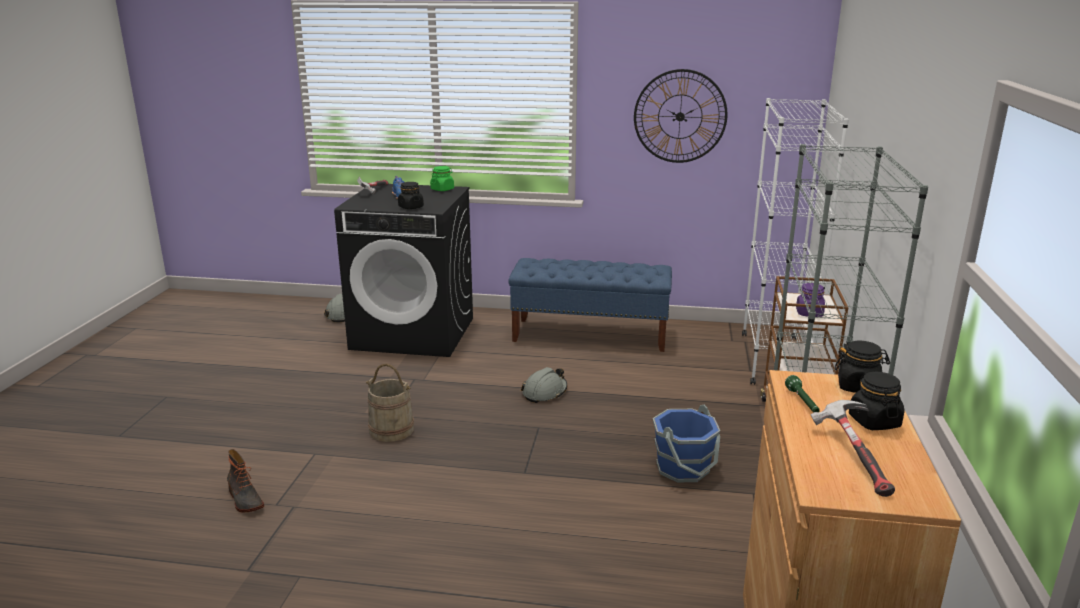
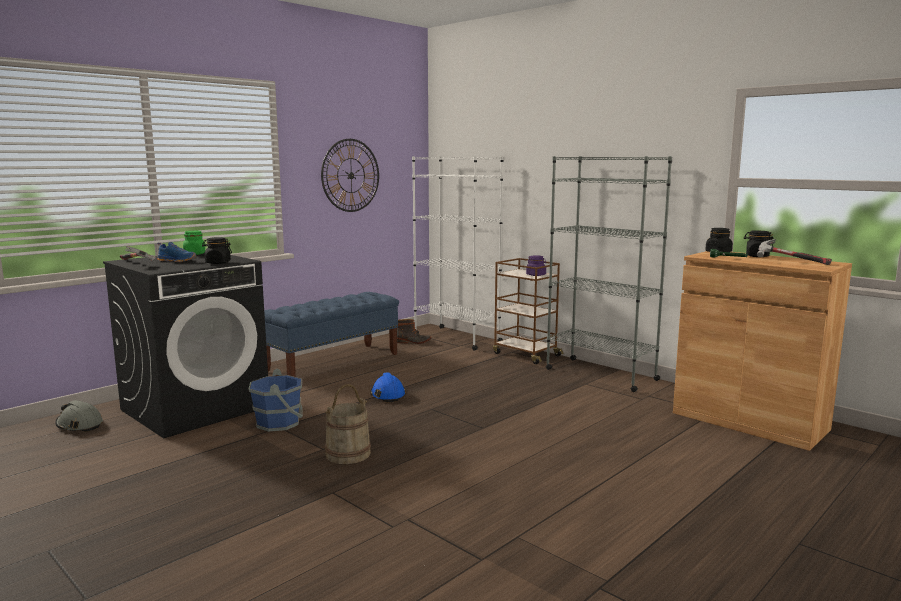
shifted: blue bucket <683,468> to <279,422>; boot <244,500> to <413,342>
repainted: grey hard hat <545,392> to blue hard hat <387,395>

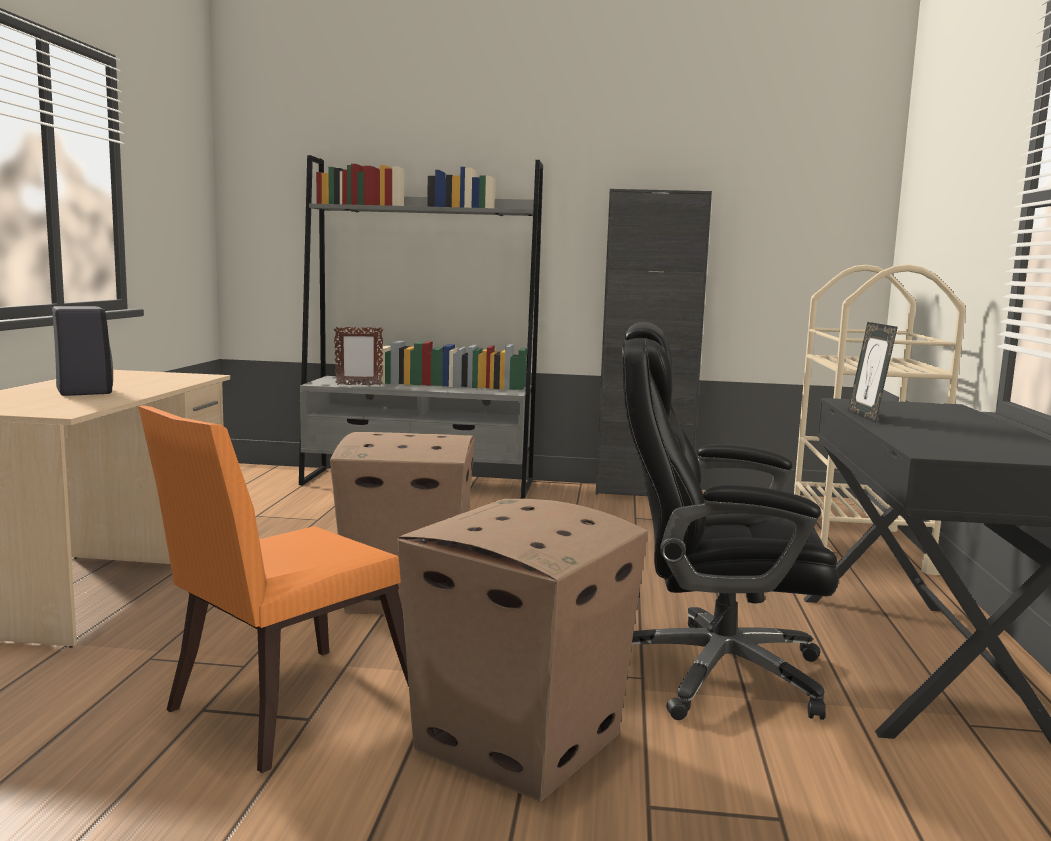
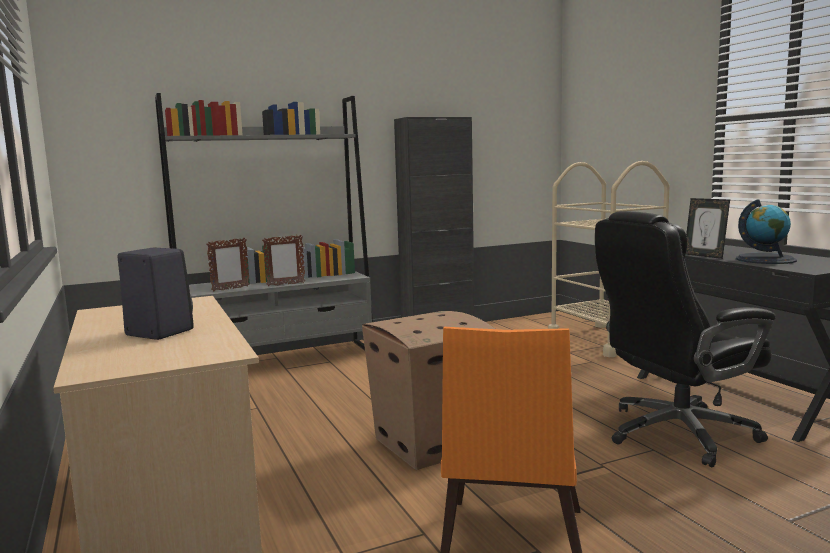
gone: cardboard box <516,743>
new: globe <765,259>; picture frame <285,284>

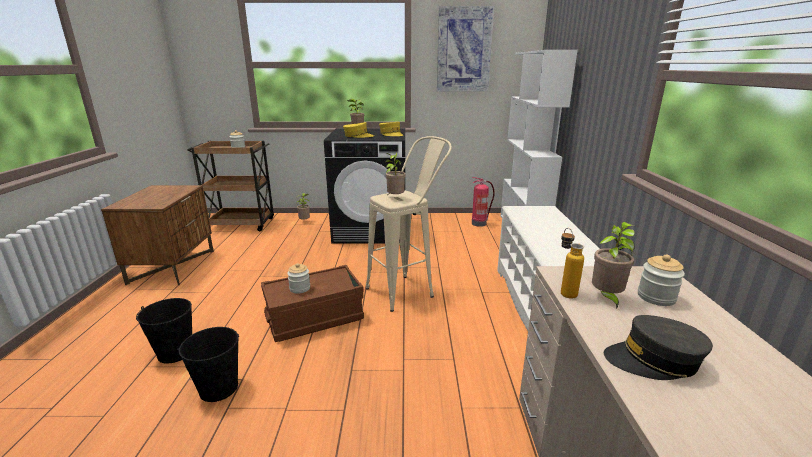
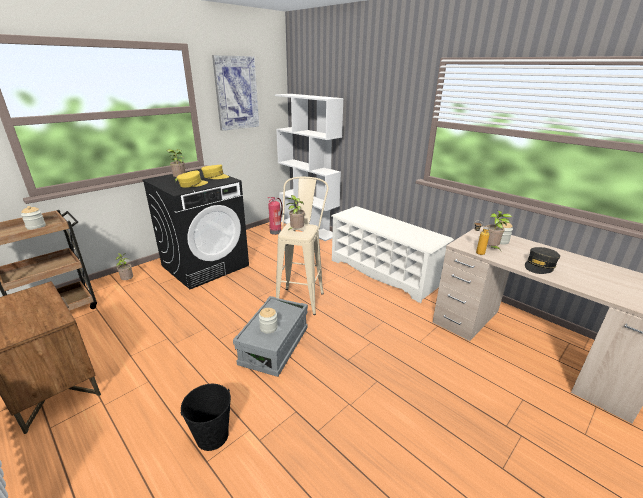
gone: black bucket <218,388>
repainted: brown storage box <314,318> to grey storage box <274,346>

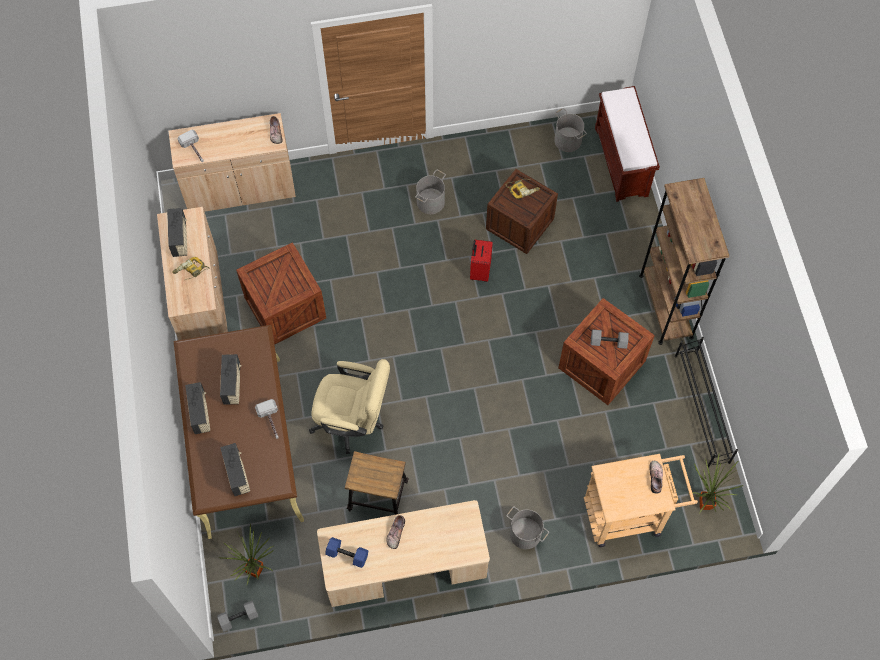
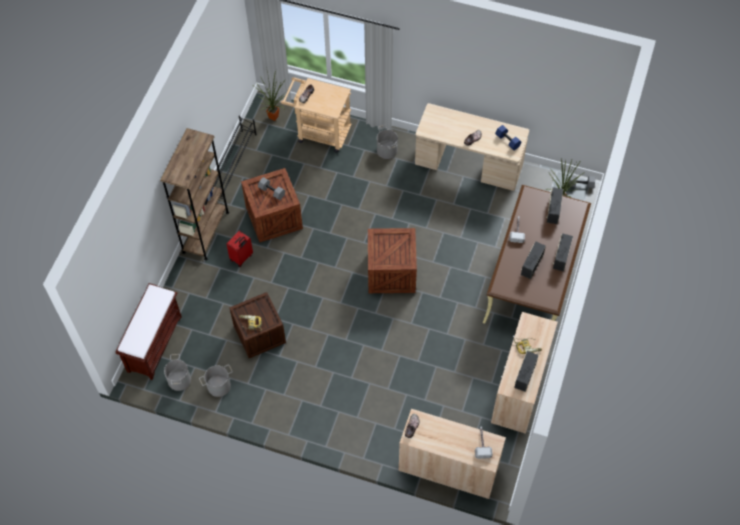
gone: beige office chair <353,422>; stool <378,496>
shifted: grey bucket <431,202> to <218,385>; red suitcase <479,271> to <242,258>; crate <284,307> to <392,273>

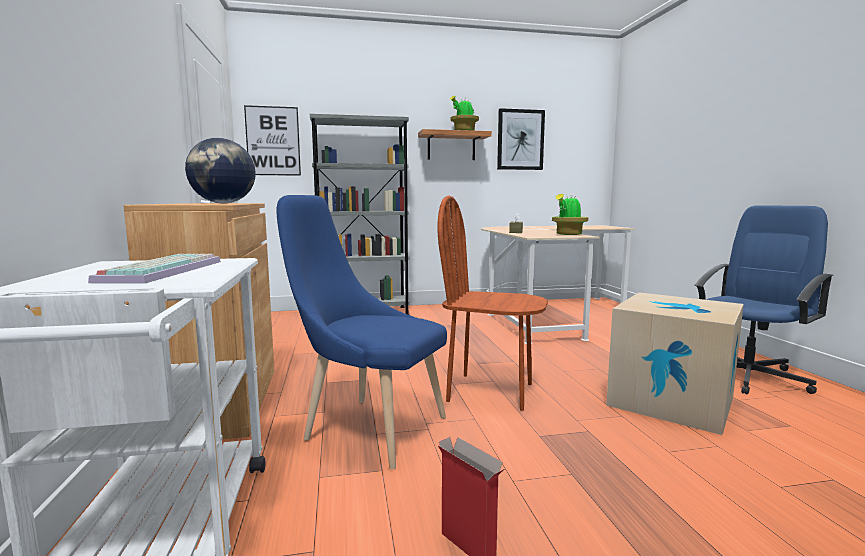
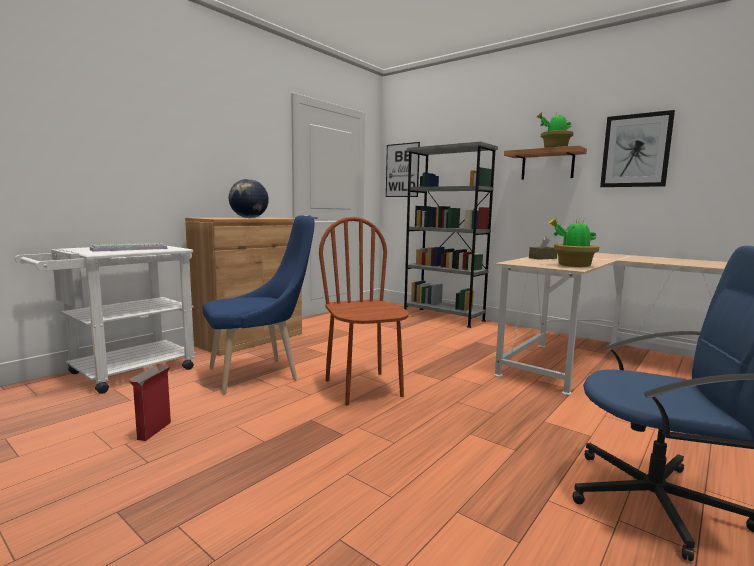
gone: cardboard box <671,401>
rotated: blue chair <368,428> = <259,373> 75 degrees clockwise

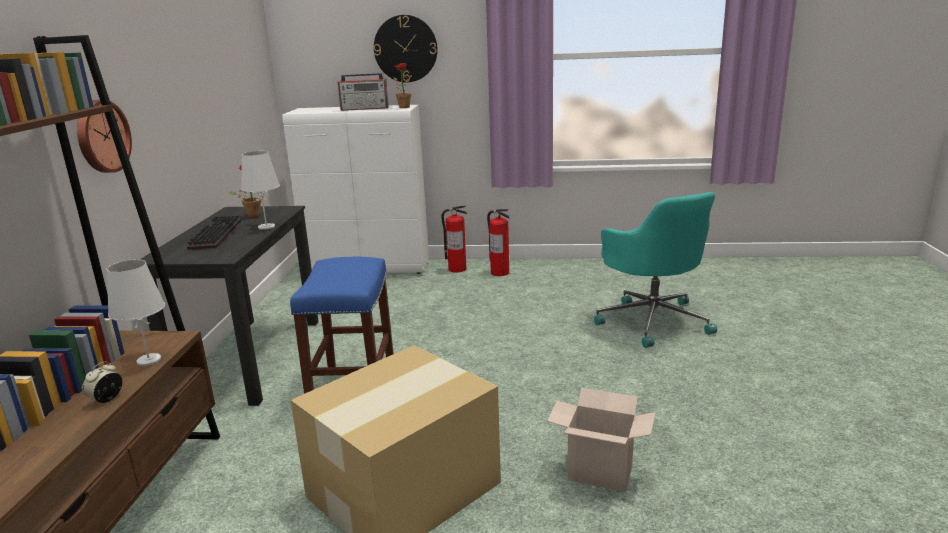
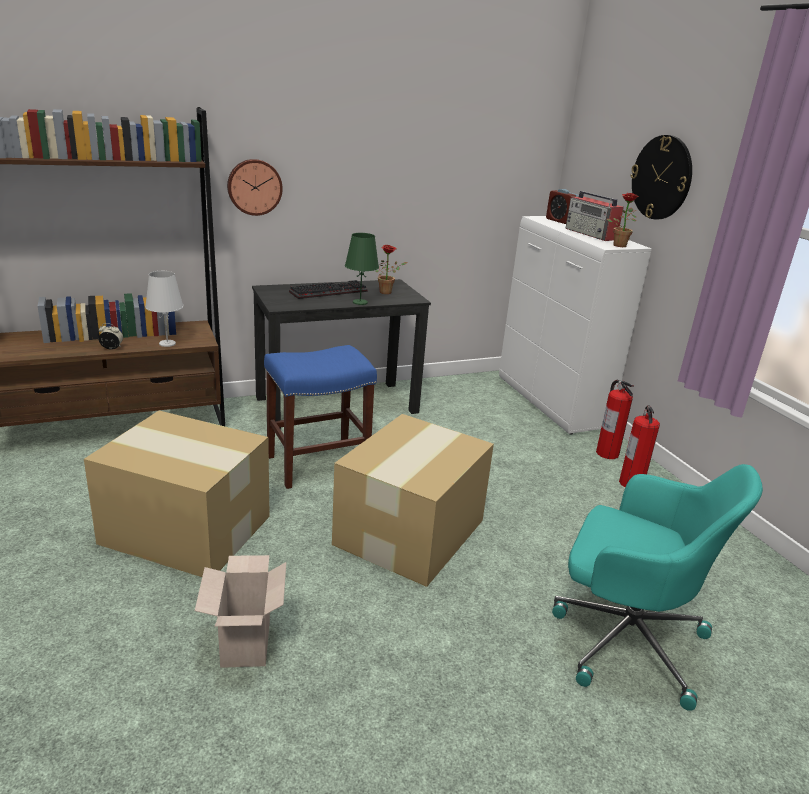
new: alarm clock <560,221>; cardboard box <411,531>
repainted: white table lamp <266,227> to green table lamp <360,302>
rotated: turquoise office chair <652,320> = <624,638> 105 degrees counterclockwise

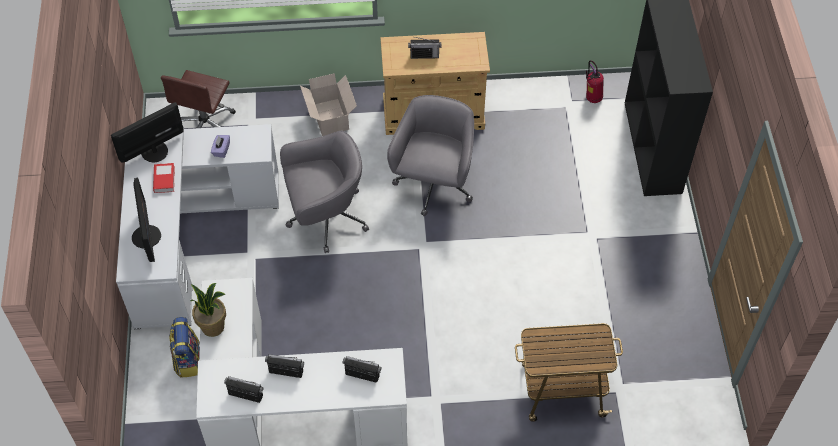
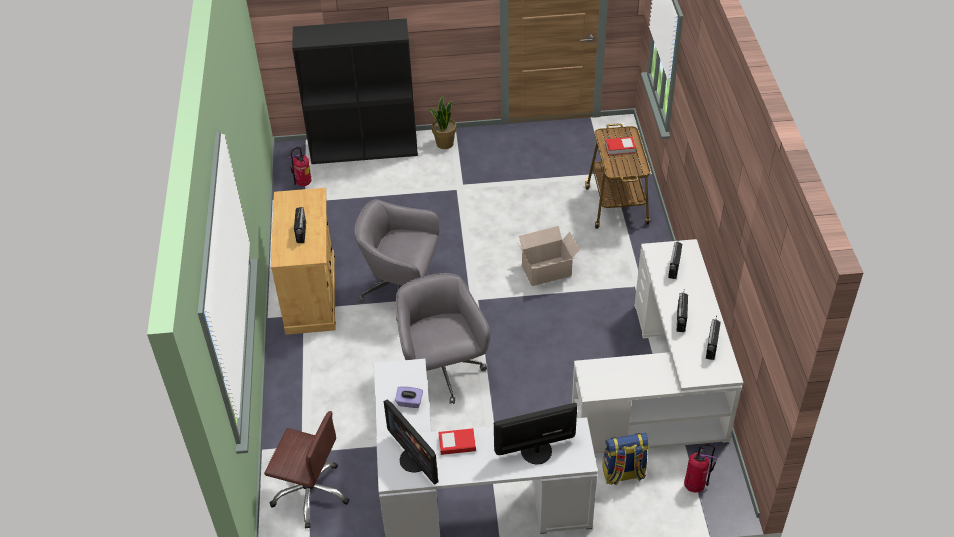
new: book <620,148>; fire extinguisher <695,485>
shifted: cardboard box <330,118> to <548,271>; potted plant <213,326> to <444,143>

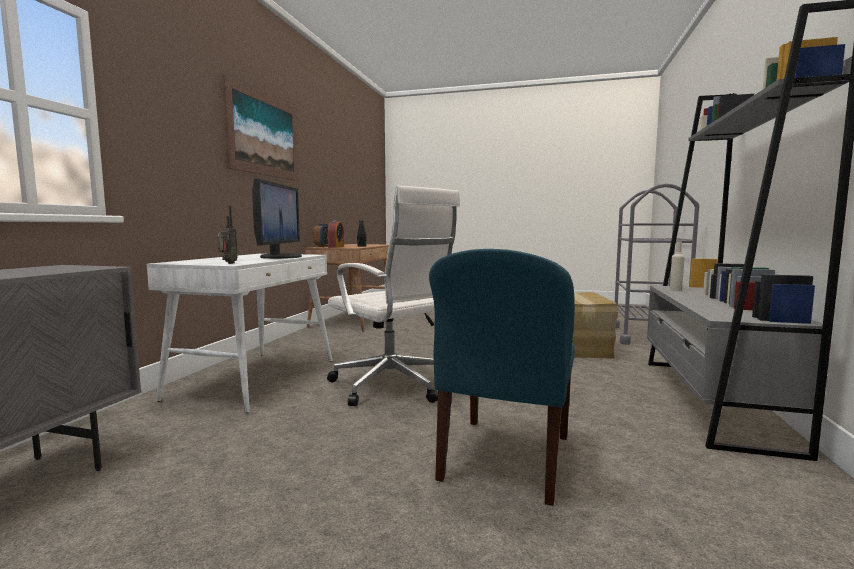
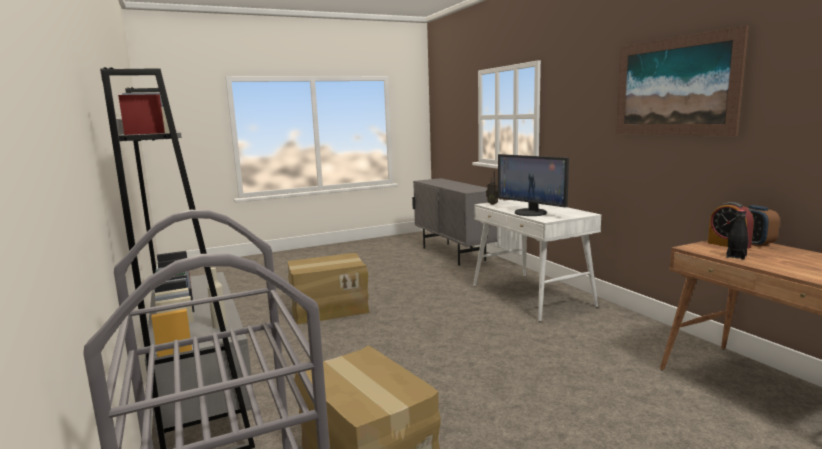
gone: white office chair <393,386>
swapped: blue chair <505,459> to cardboard box <329,309>

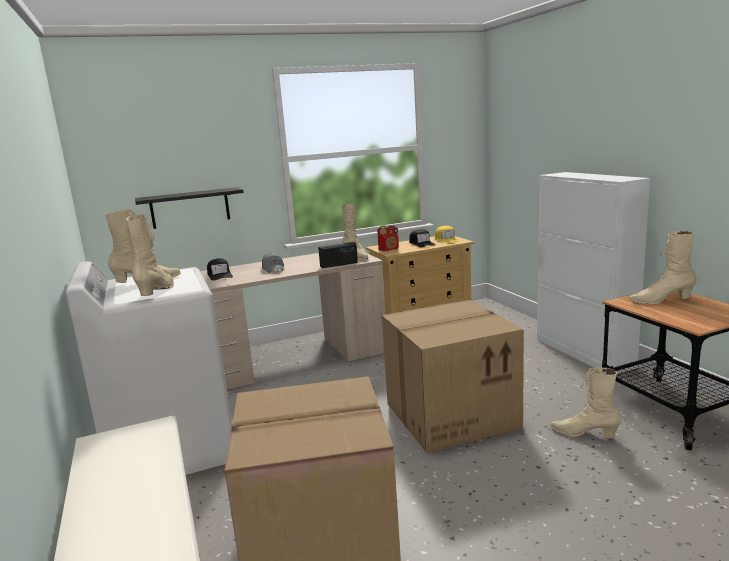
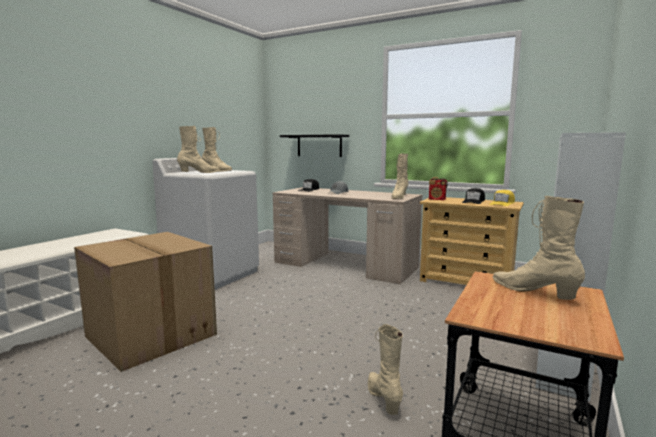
gone: radio <339,264>; cardboard box <452,414>

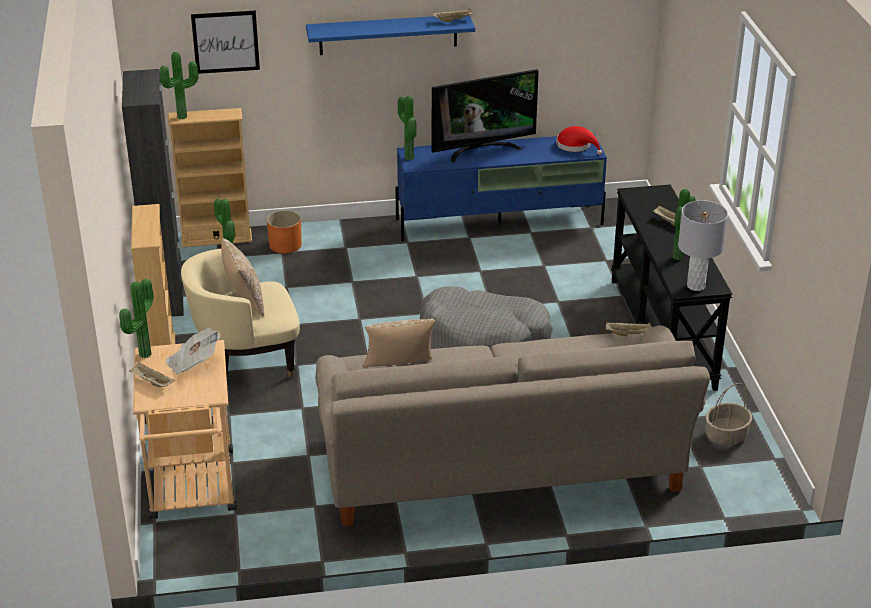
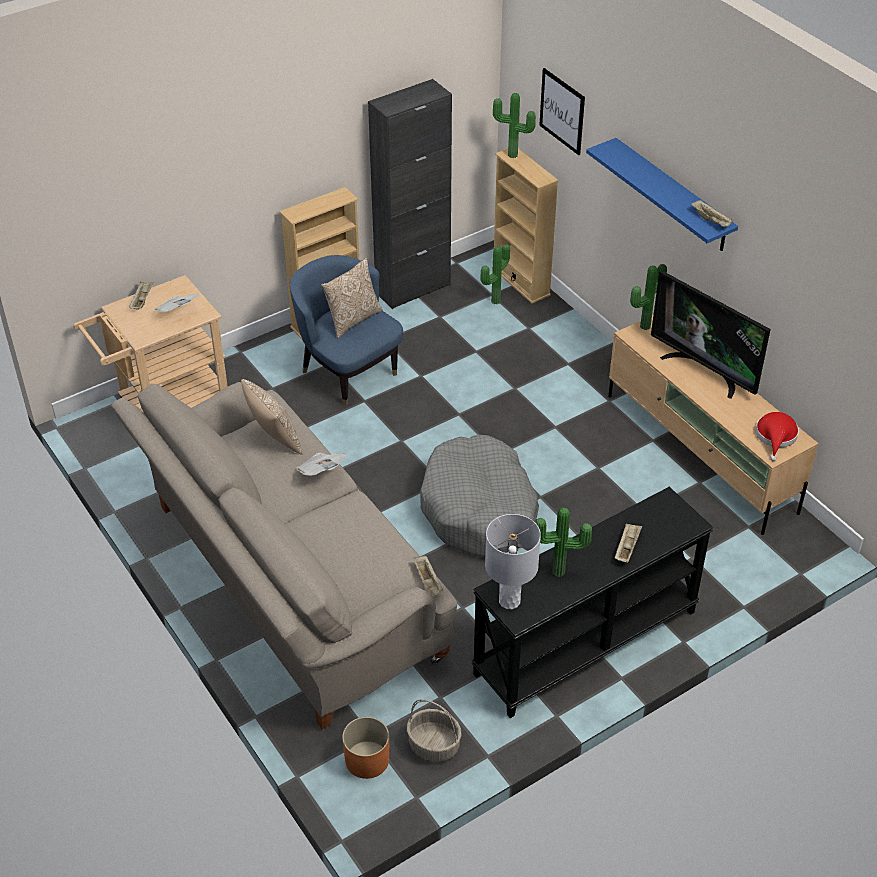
gone: potted plant <143,354>
new: newspaper <322,472>
shifted: orange planter <285,244> to <367,759>
repainted: blue tv stand <500,222> to beige tv stand <700,453>; beige armchair <247,364> to blue armchair <347,371>

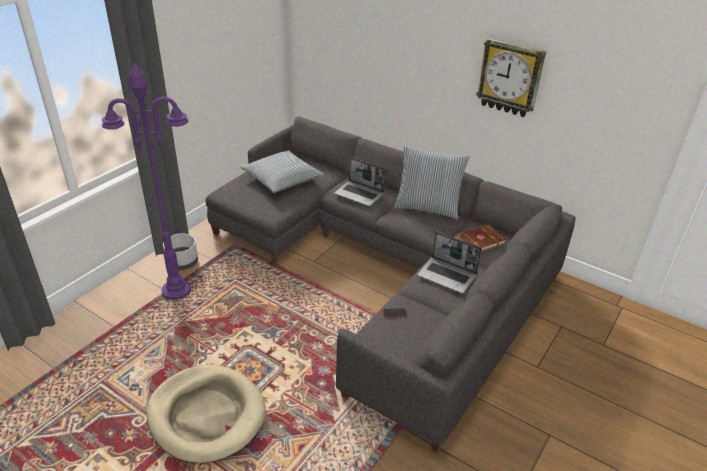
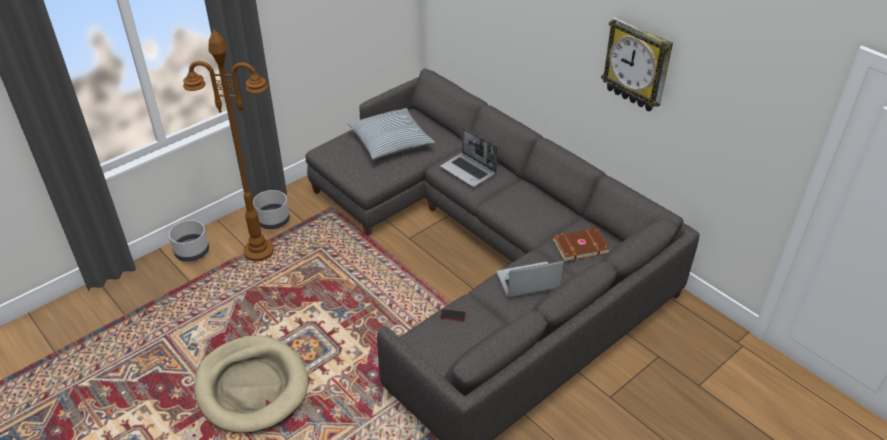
gone: pillow <427,207>
new: grey planter <192,252>
repainted: purple floor lamp <177,291> to brown floor lamp <259,251>
rotated: laptop <447,276> = <527,282> 120 degrees clockwise

